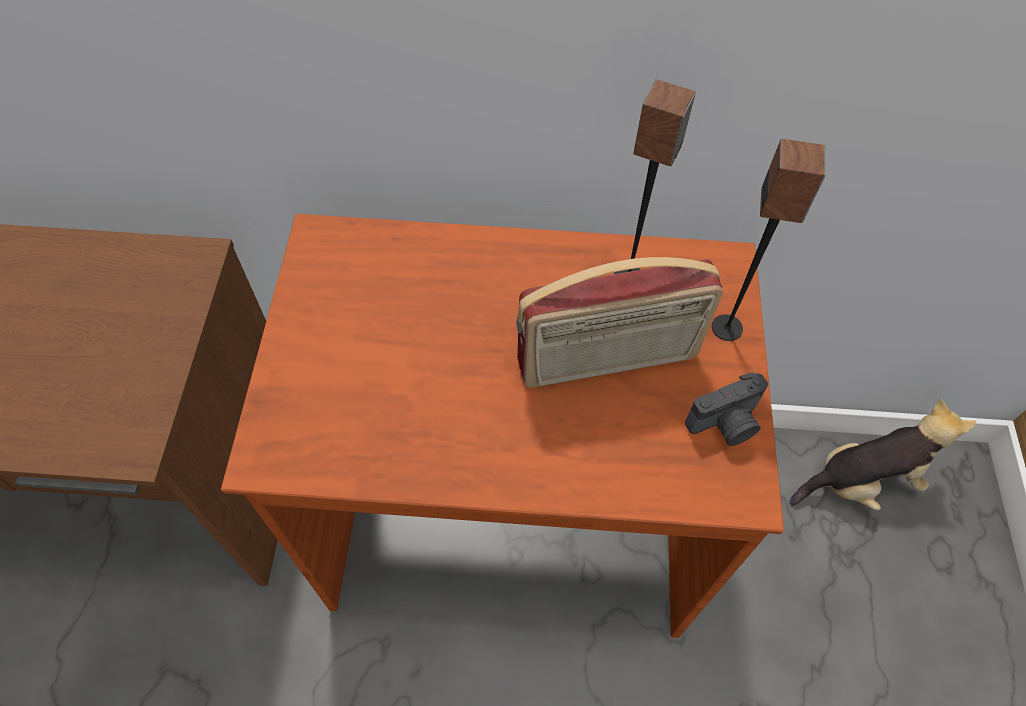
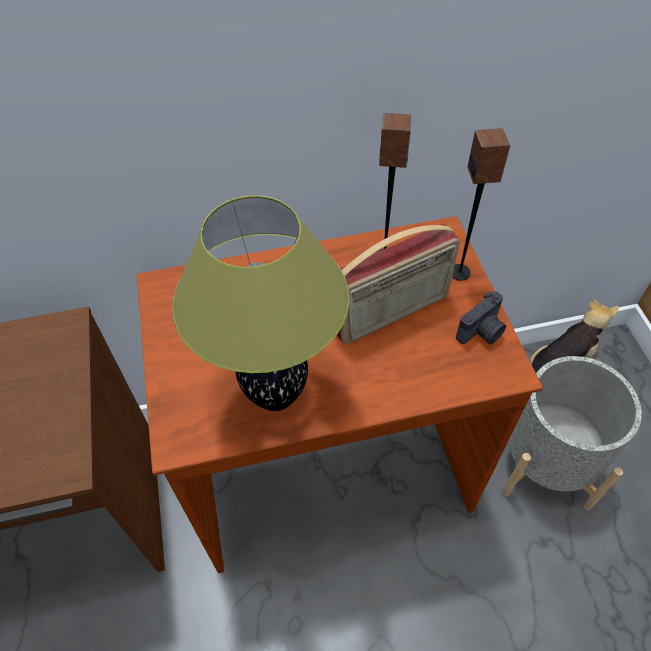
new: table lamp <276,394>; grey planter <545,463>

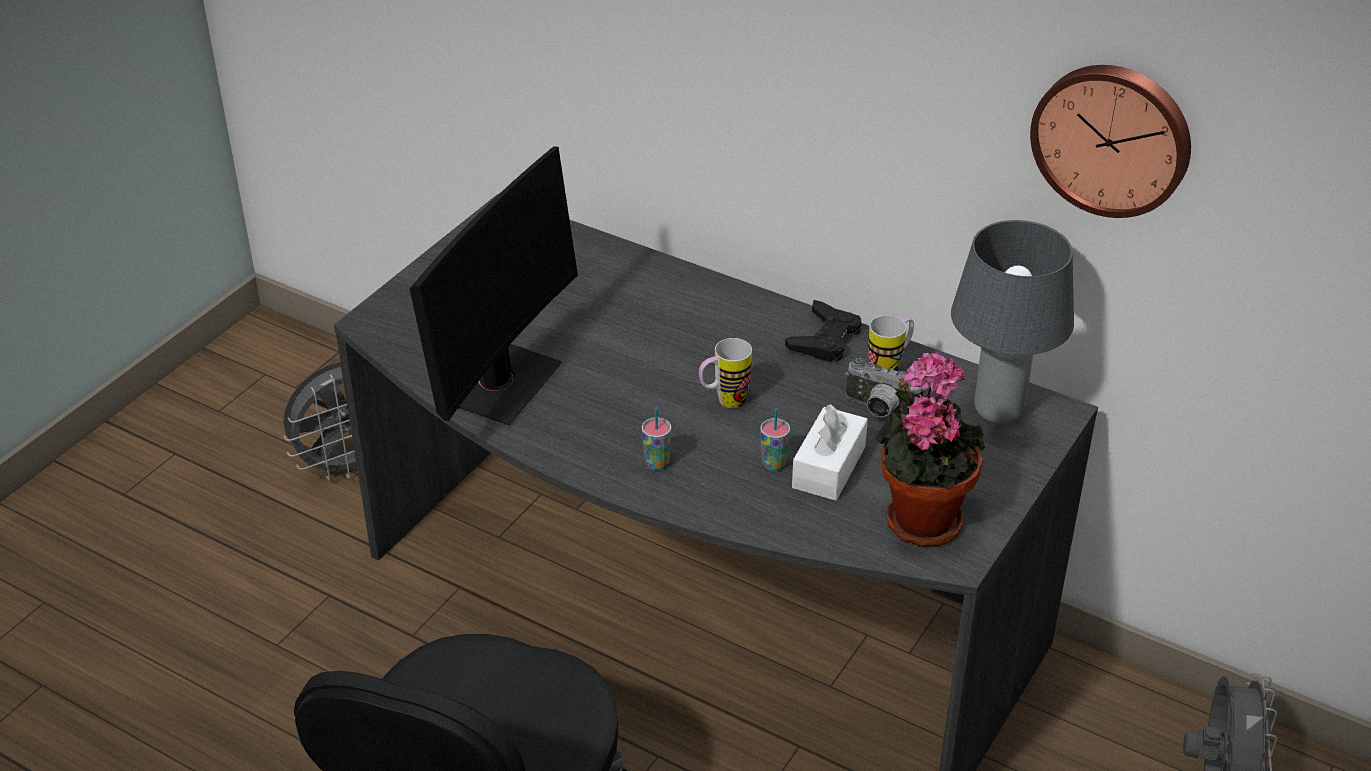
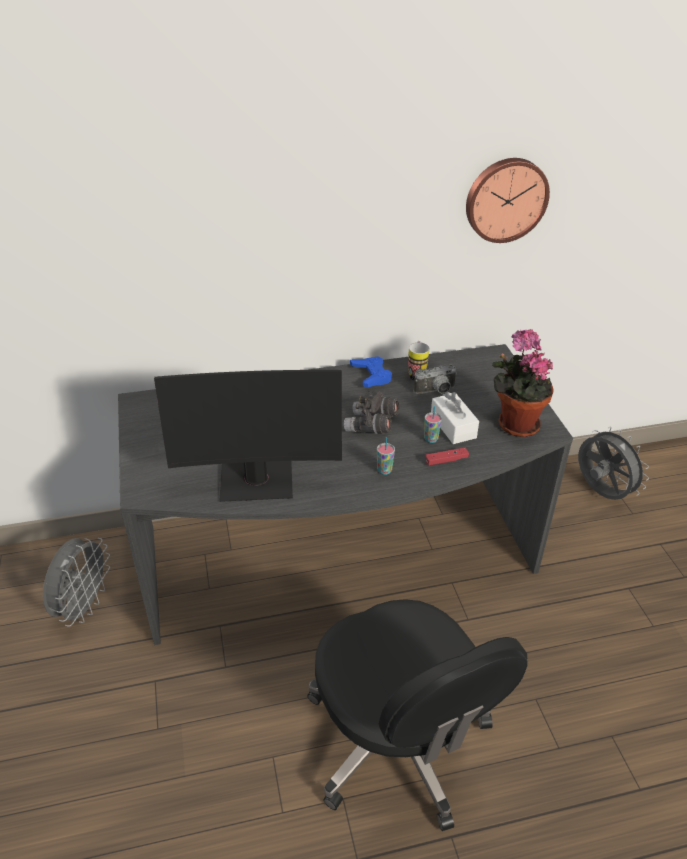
gone: grey table lamp <998,410>
new: red game controller <446,460>
swapped: mug <723,402> to grey binoculars <371,426>
repainted: black game controller <825,339> to blue game controller <371,375>
rotated: monitor <499,383> = <257,481> 105 degrees clockwise

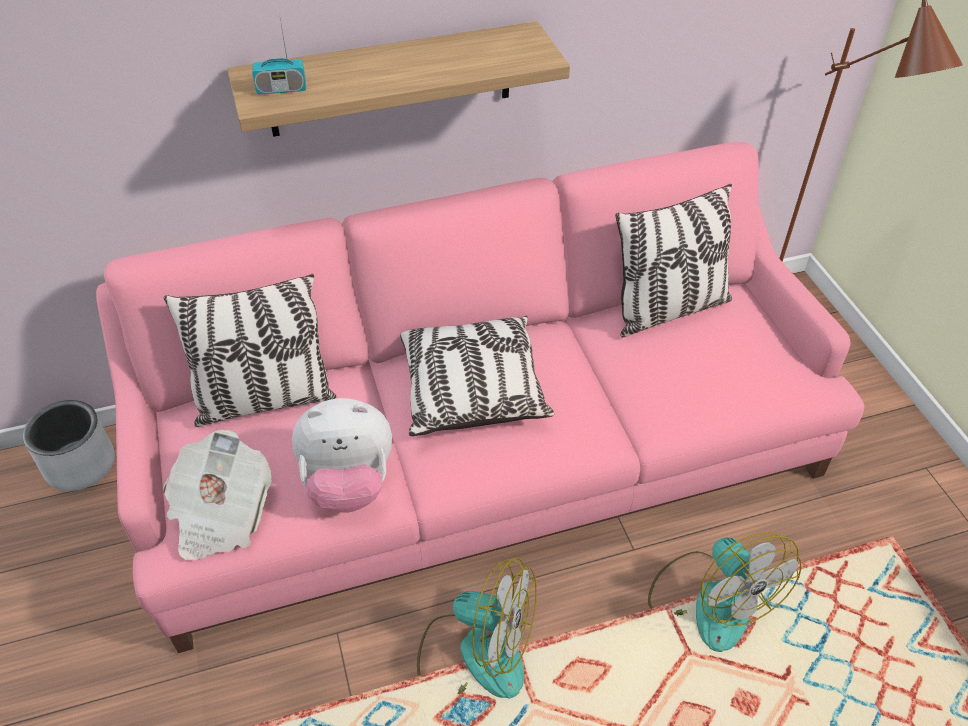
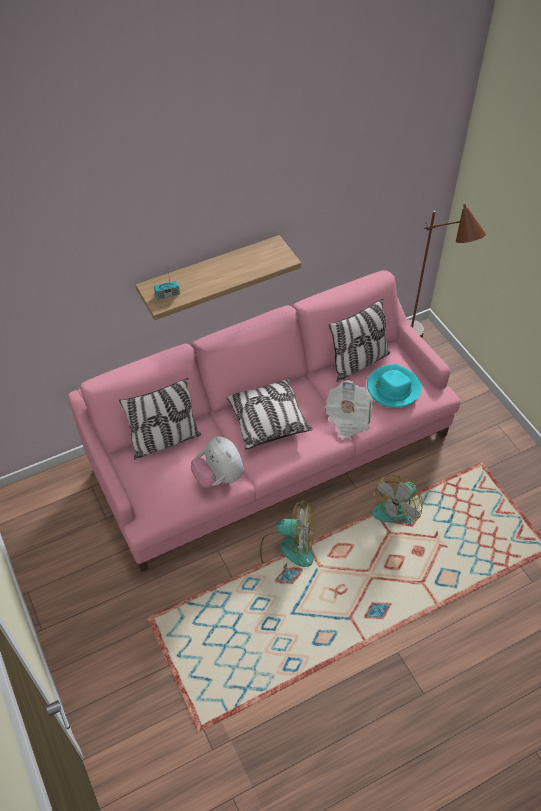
gone: grey planter <81,464>
new: turquoise hat <393,388>
shifted: newspaper <220,514> to <348,418>
rotated: plush toy <348,484> = <219,477> 75 degrees clockwise; fan <711,599> = <397,506> 75 degrees clockwise

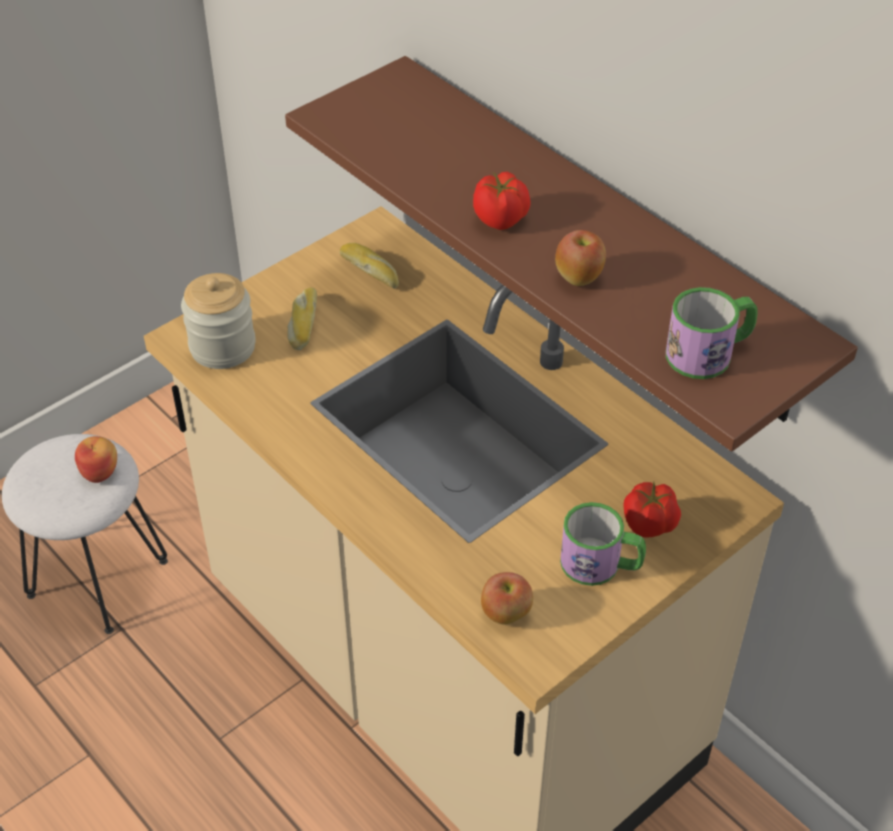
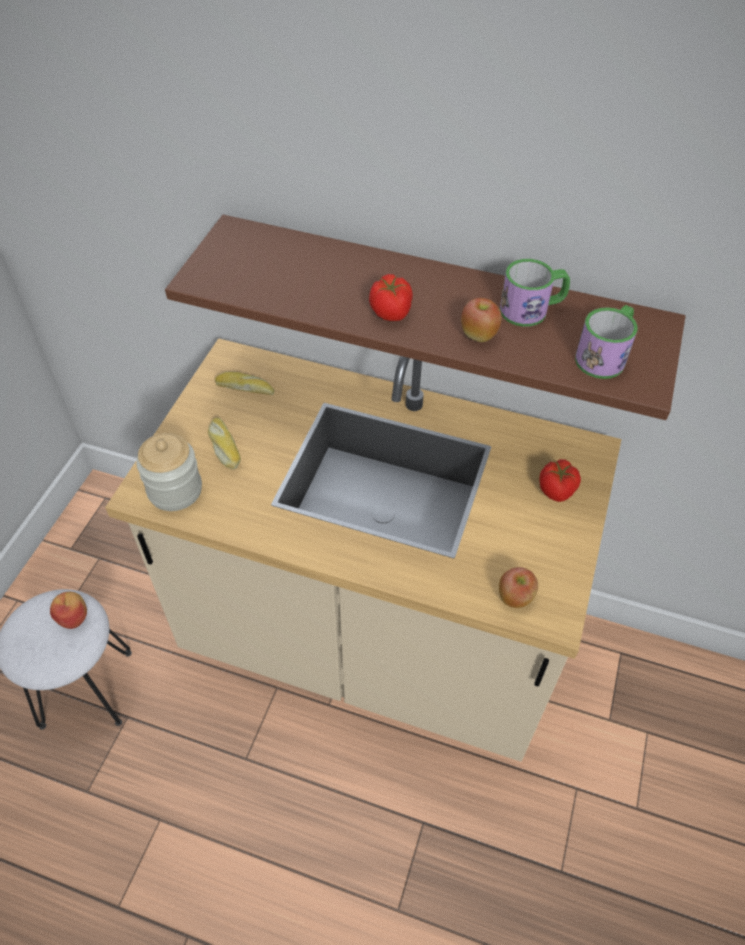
shifted: mug <601,564> to <532,309>

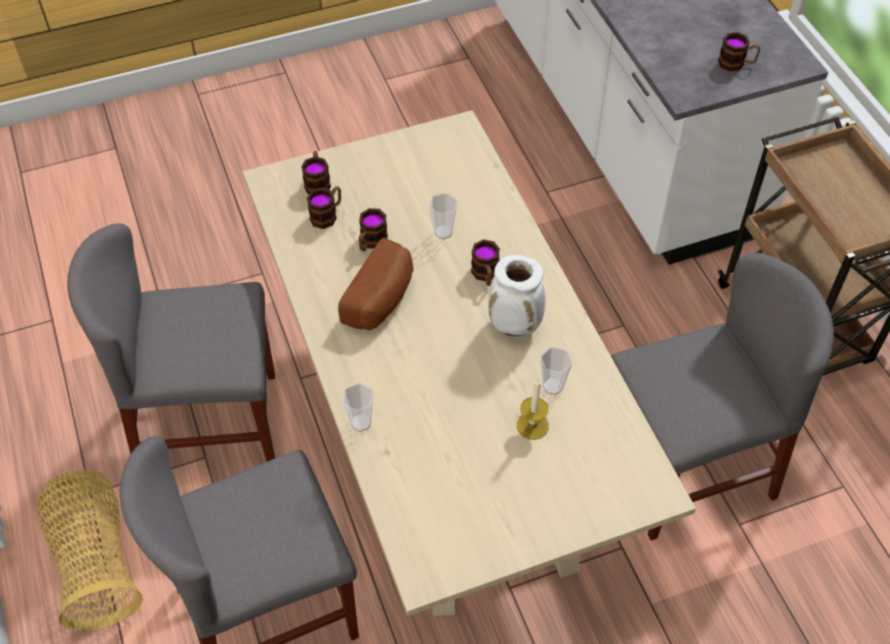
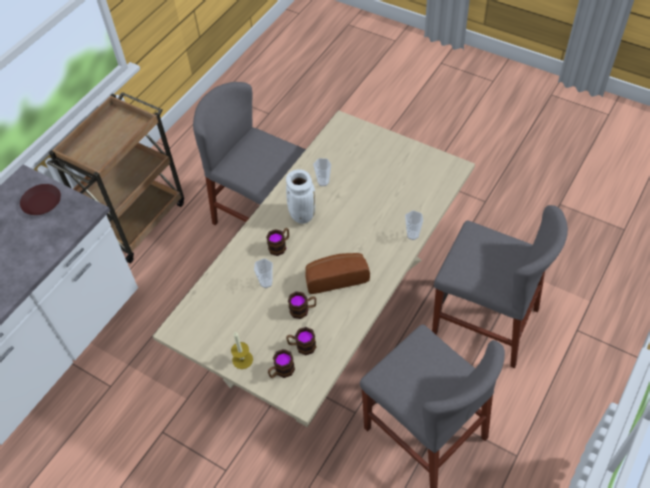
gone: basket <96,561>
shifted: candle <532,425> to <242,359>
swapped: mug <736,64> to brown plate <42,203>

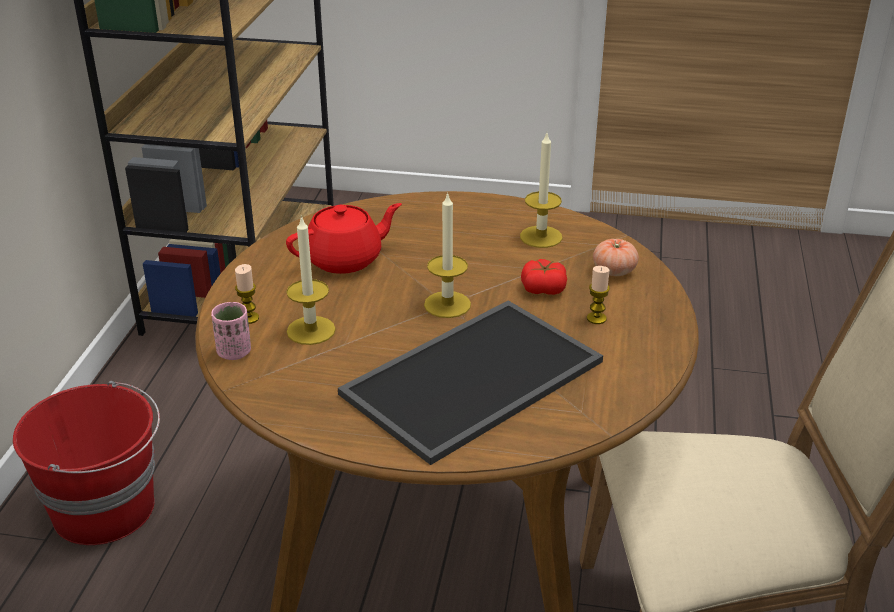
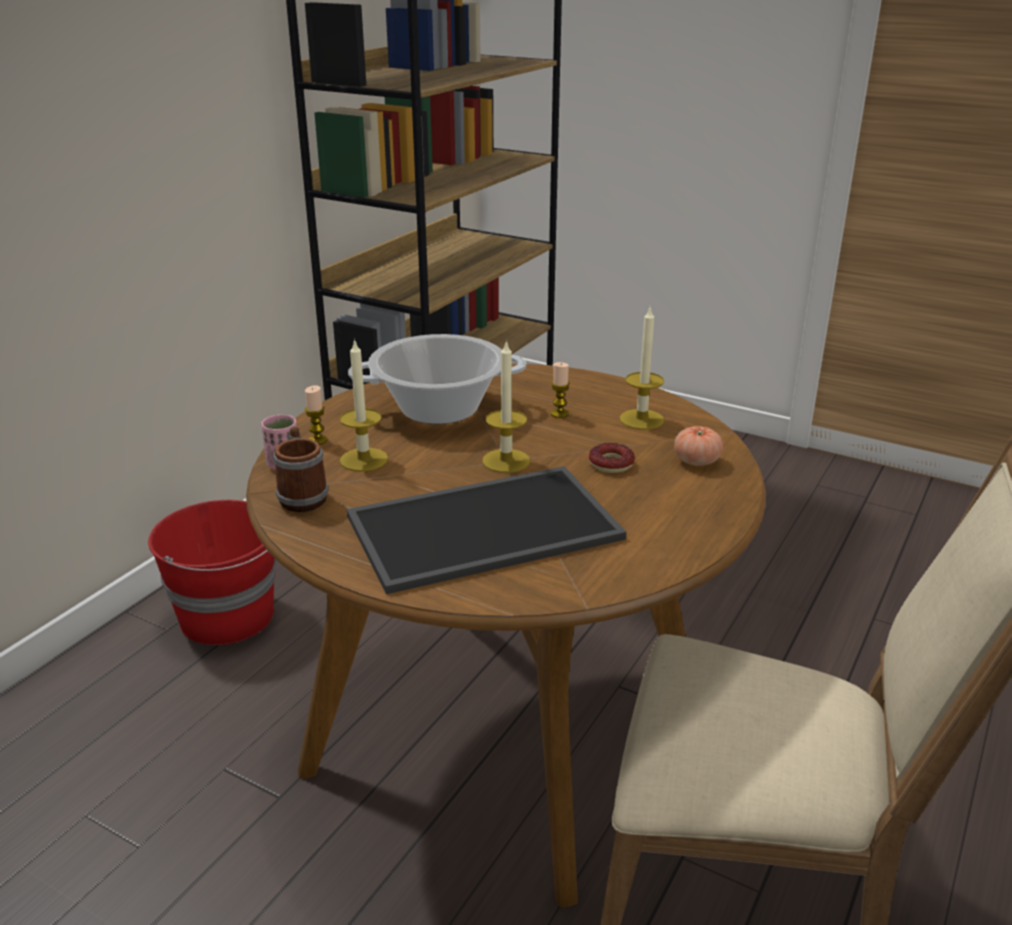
new: mug <302,495>
shifted: candle <596,318> to <559,414>
swapped: red teapot <345,259> to cooking pot <439,408>; tomato <543,288> to donut <611,464>

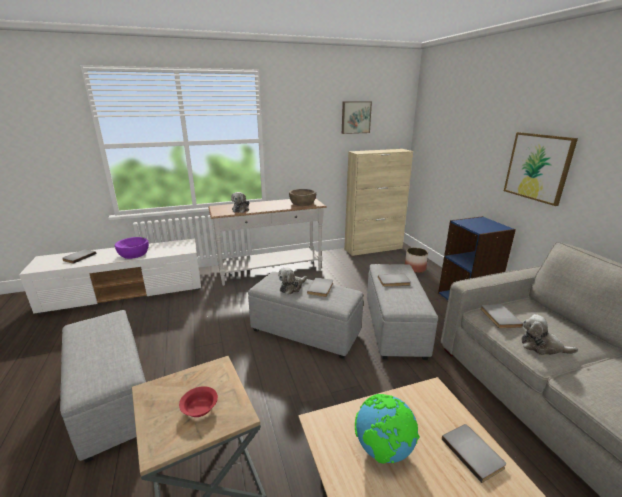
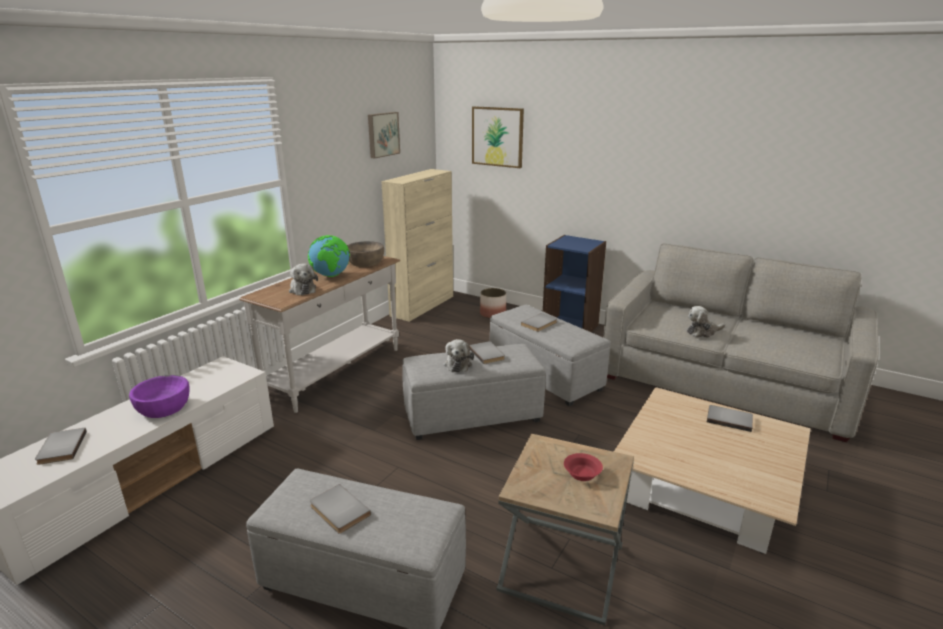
shifted: picture <538,167> to <497,137>; grey book <498,317> to <338,511>; globe <384,450> to <331,276>

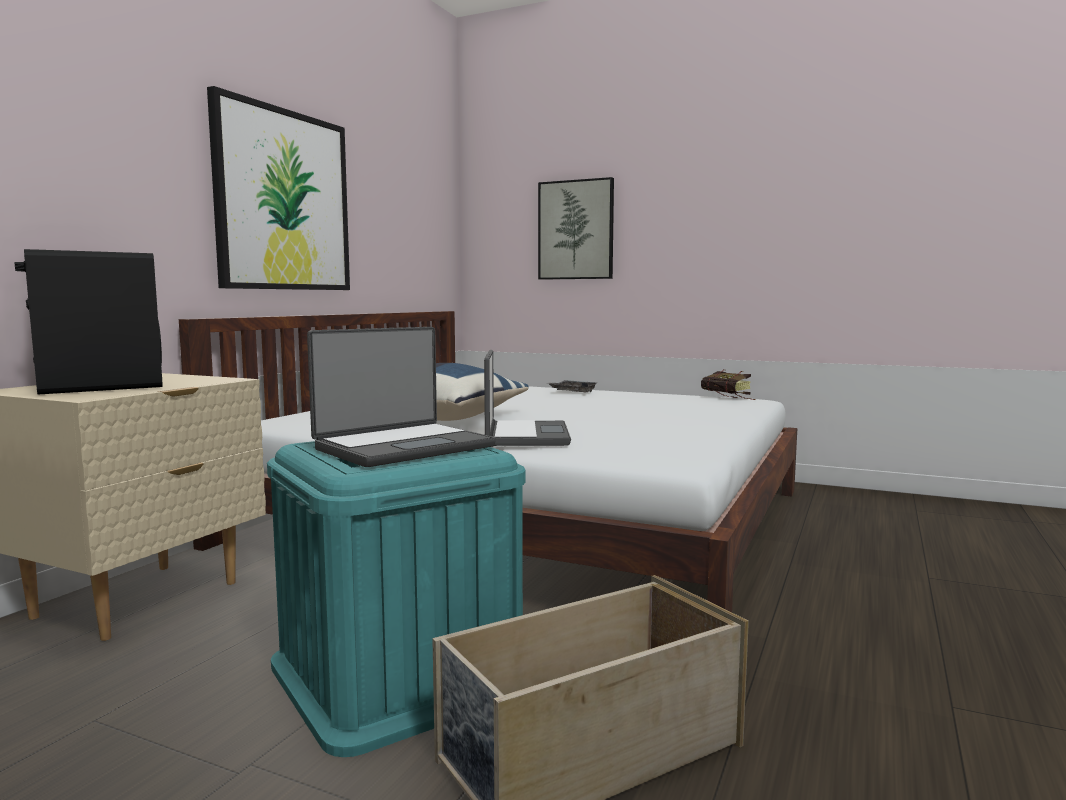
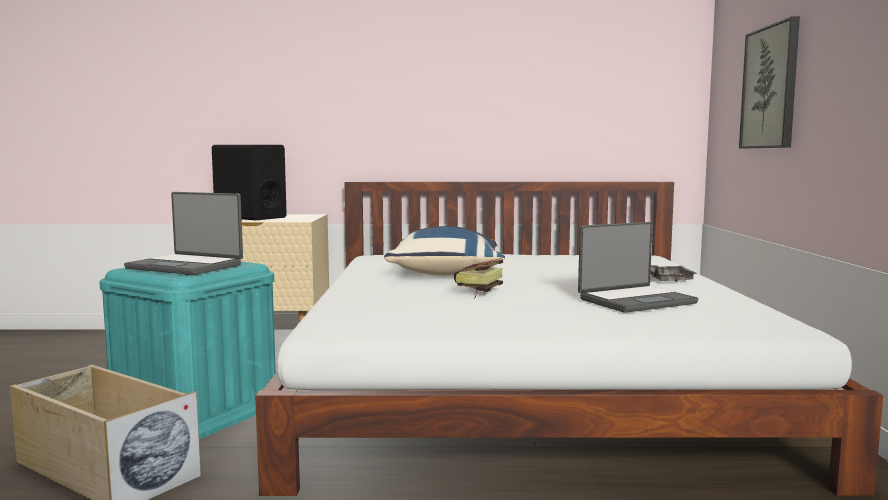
gone: picture <283,201>
shifted: laptop <524,436> to <635,301>; book <729,398> to <477,292>

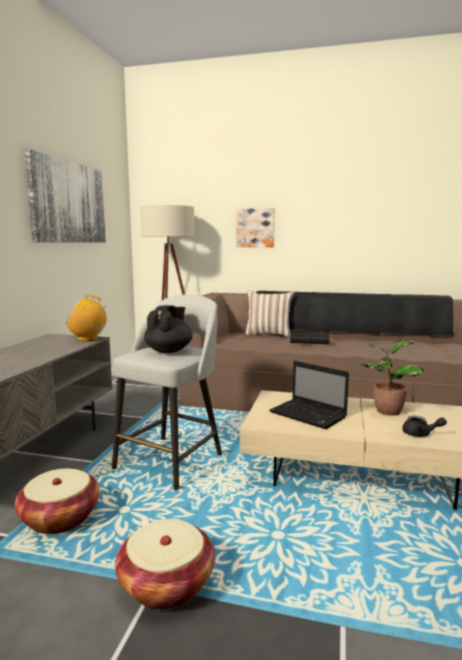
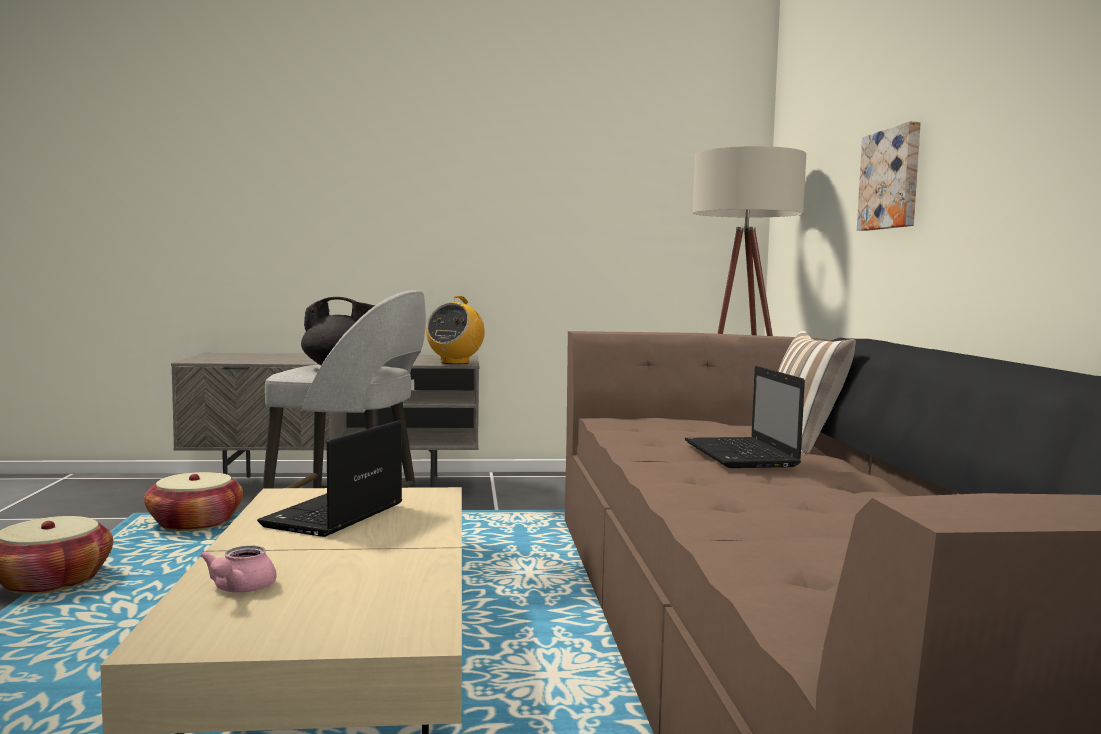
gone: picture <69,202>; potted plant <386,411>
swapped: black book <310,340> to laptop <742,455>
repainted: black teapot <420,434> to pink teapot <239,589>
rotated: radio <88,339> = <455,362> 135 degrees counterclockwise

